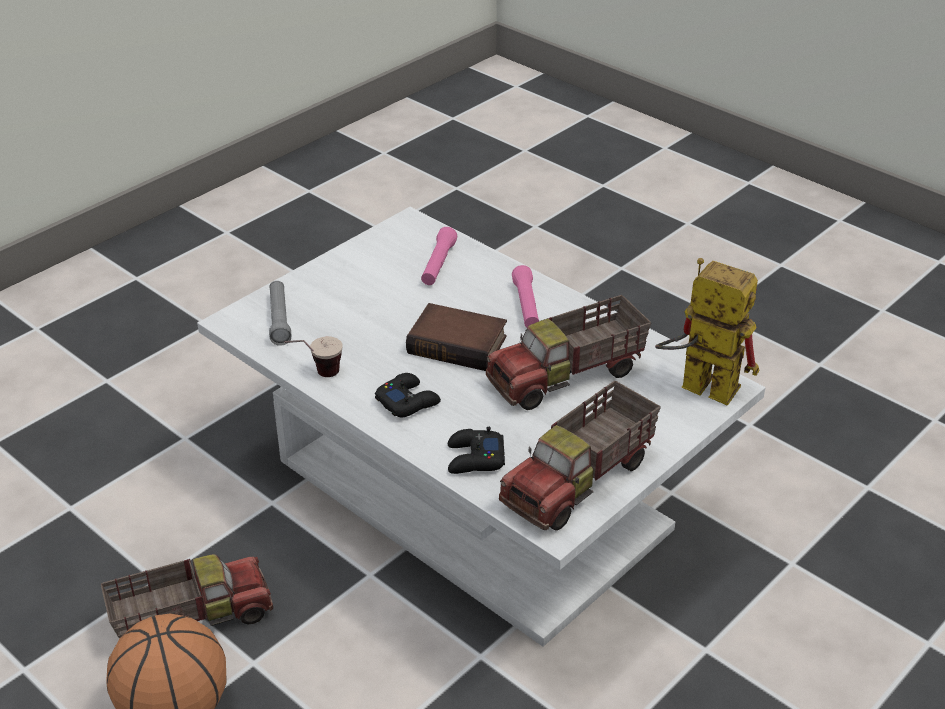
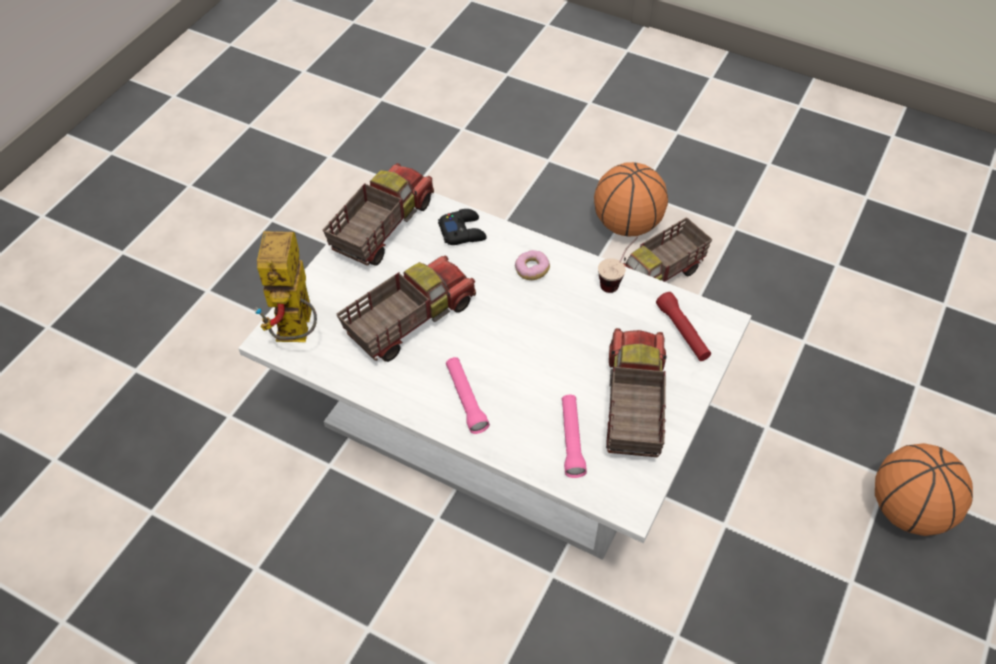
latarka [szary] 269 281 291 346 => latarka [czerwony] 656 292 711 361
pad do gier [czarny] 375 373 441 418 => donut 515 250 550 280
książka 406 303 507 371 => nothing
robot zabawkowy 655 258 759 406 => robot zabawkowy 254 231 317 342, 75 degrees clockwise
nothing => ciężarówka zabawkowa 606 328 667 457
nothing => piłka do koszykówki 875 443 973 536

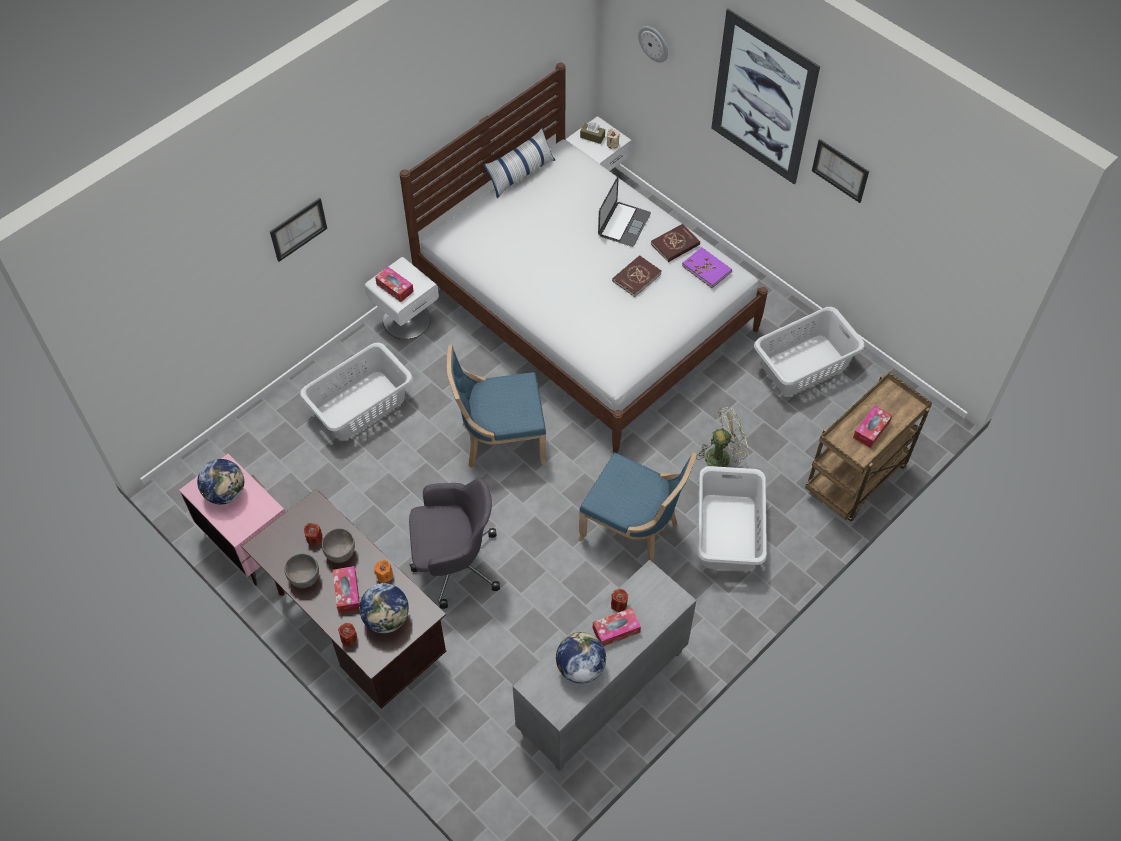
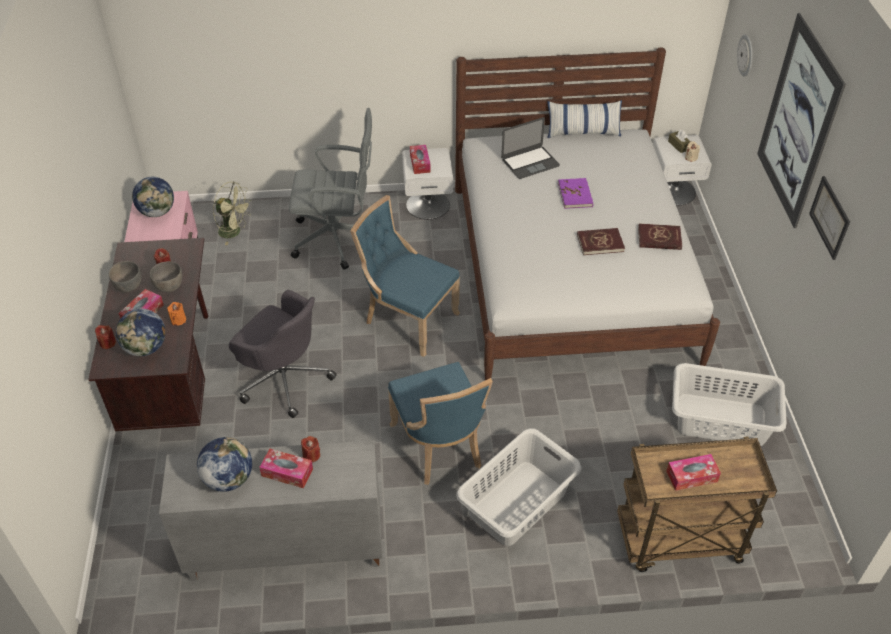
obraz 270 198 327 262 => nothing
kosz na pranie [szary] 300 343 413 440 => krzesło biurowe [szary] 289 108 372 270
laptop 598 177 651 247 => laptop 501 117 560 179, moved
książka [fioletowy] 682 247 732 288 => książka [fioletowy] 558 178 594 209, moved
wentylator [zielony] 696 407 749 467 => wentylator [zielony] 213 181 252 245, moved

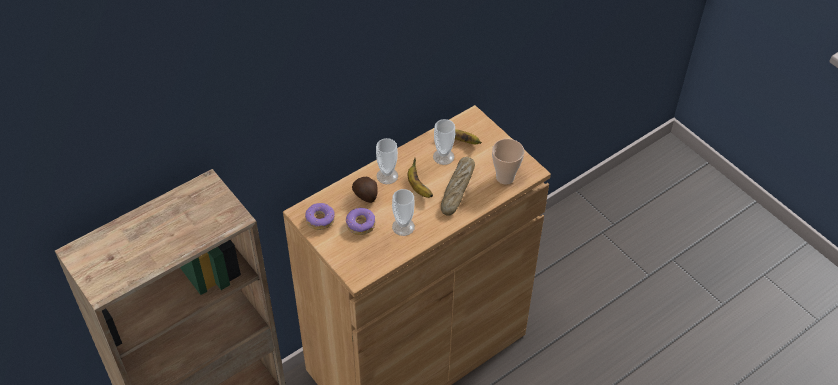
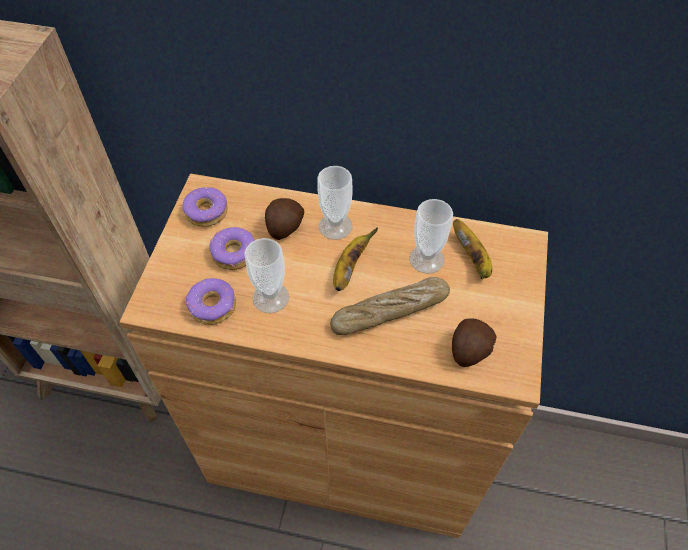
filiżanka 492 139 525 185 => ziemniak 452 318 496 367
nothing => donut 186 278 236 325

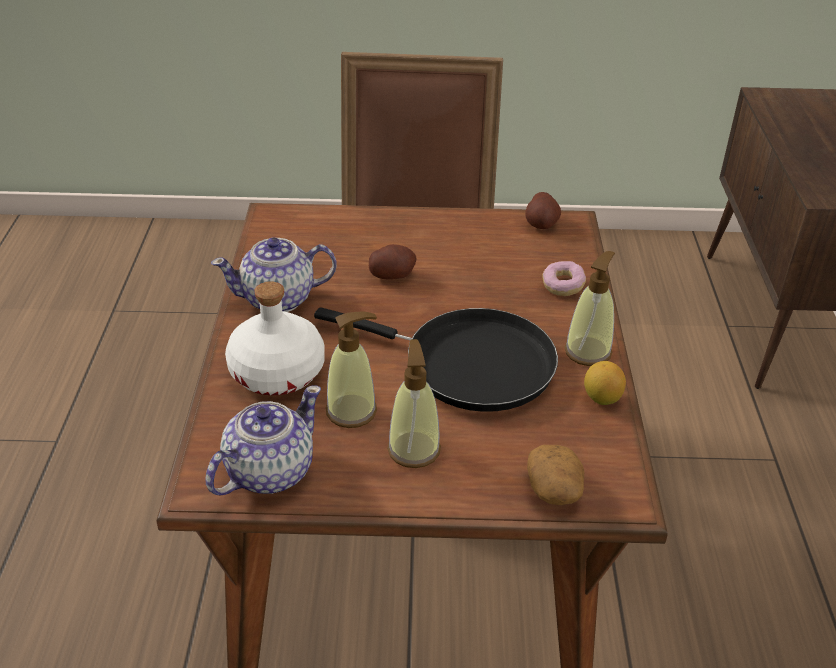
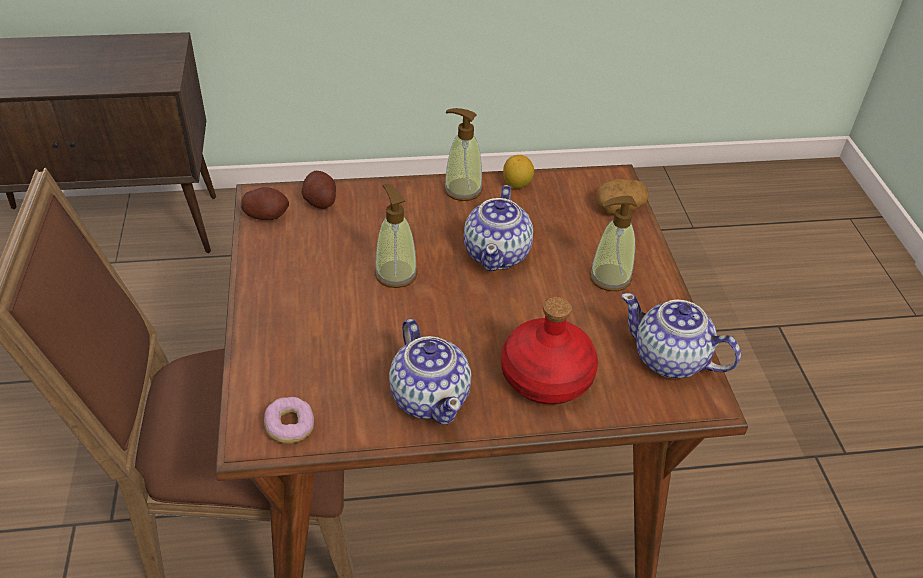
butelka [biały] 225 281 325 395 => butelka [czerwony] 501 297 598 404
patelnia [czarny] 314 307 558 412 => imbryk 464 185 533 271
dozownik mydła 326 311 377 428 => dozownik mydła 374 184 418 288, moved
ziemniak 369 244 417 280 => ziemniak 301 171 336 209, moved
donut 542 261 586 296 => donut 264 397 314 444, moved

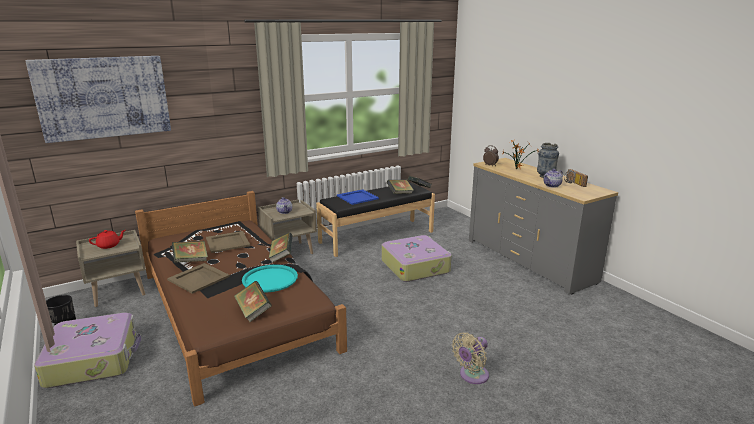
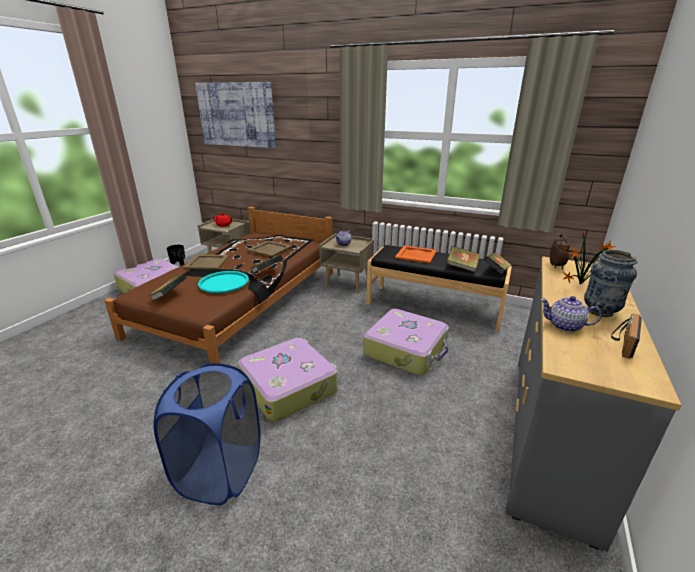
książka 172 241 208 263 => nothing
taca [niebieski] 337 189 379 205 => taca [pomarańczowy] 395 246 437 263
wentylator [beżowy] 452 333 489 384 => kosz na pranie [niebieski] 154 363 261 505
nothing => walizka 238 338 337 422

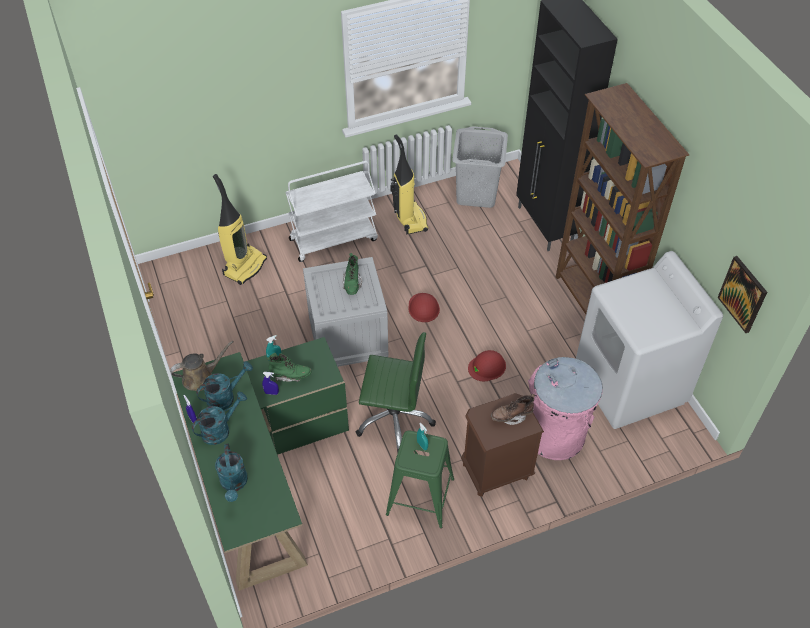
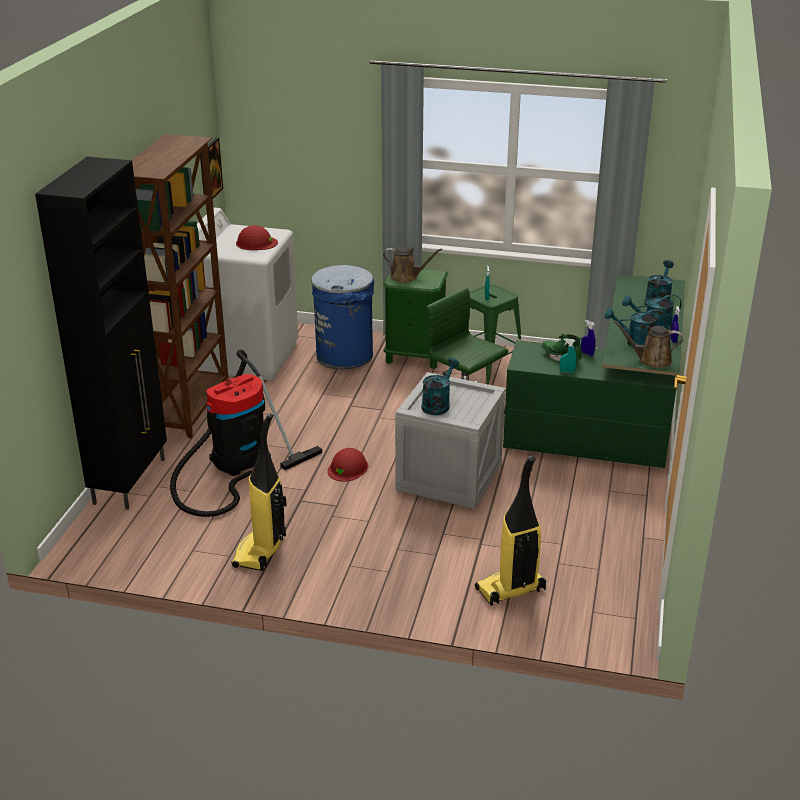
wózek [biały] 285 161 378 262 => nothing
but z cholewką [zielony] 343 253 362 295 => konewka [turkusowy] 422 358 459 415
kosz na pranie [szary] 452 126 508 208 => nothing
szafka nocna [brązowy] 461 393 544 497 => szafka nocna [zielony] 383 269 448 369
kask [czerwony] 468 350 506 381 => kask [czerwony] 236 225 278 250, moved
but z cholewką [brązowy] 491 394 535 425 => konewka [brązowy] 383 247 442 283
kosz na śmieci [różowy] 528 357 603 460 => kosz na śmieci [niebieski] 311 265 374 370
nothing => odkurzacz 170 350 322 517

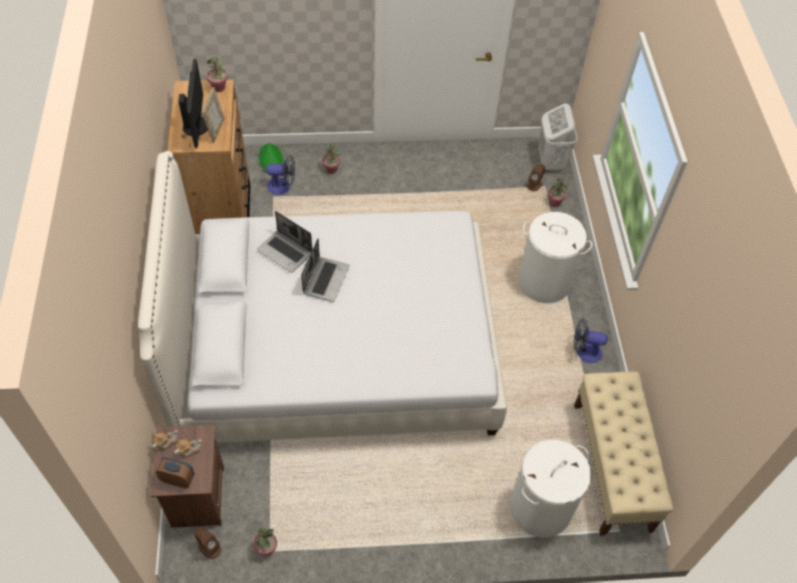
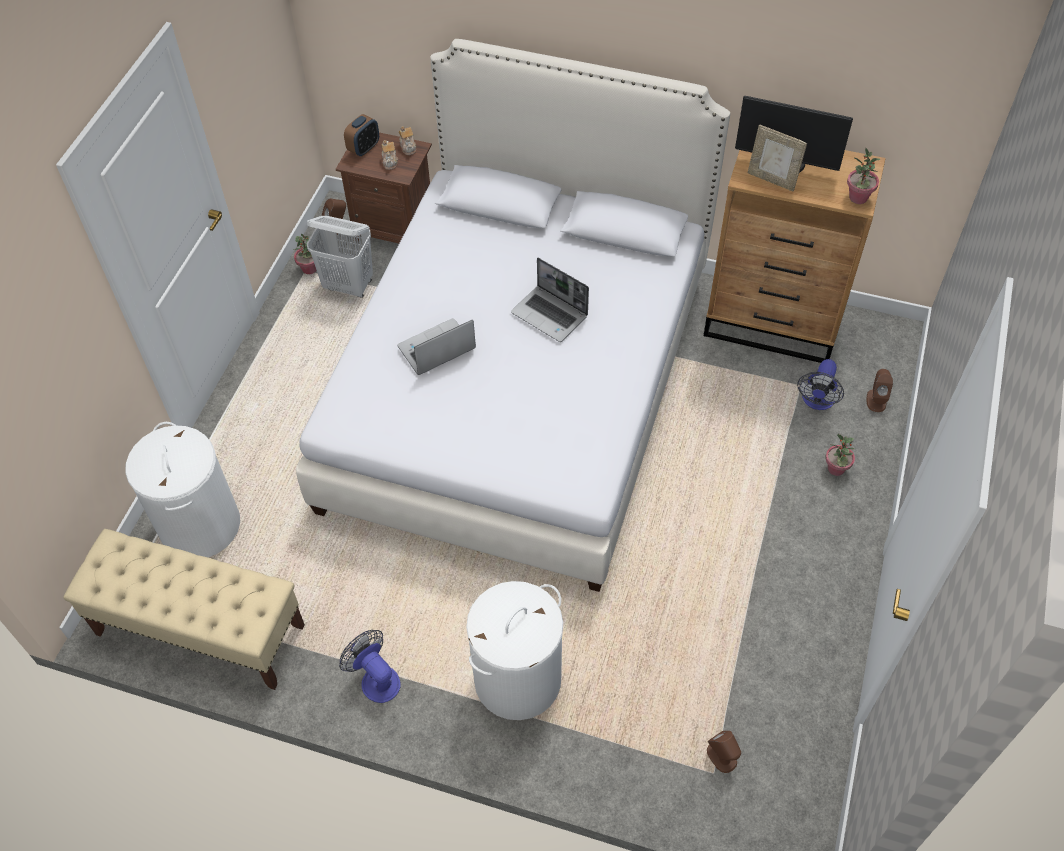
laptop 257 211 313 273 => laptop 397 318 476 375, moved
kapelusz [zielony] 259 143 284 172 => głośnik [brązowy] 867 369 893 412
kosz na pranie [biały] 538 104 578 171 => kosz na pranie [biały] 307 216 373 298, moved
roślina doniczkowa 548 178 568 207 => nothing
wentylator 574 319 608 363 => wentylator 339 630 401 703, 75 degrees counterclockwise

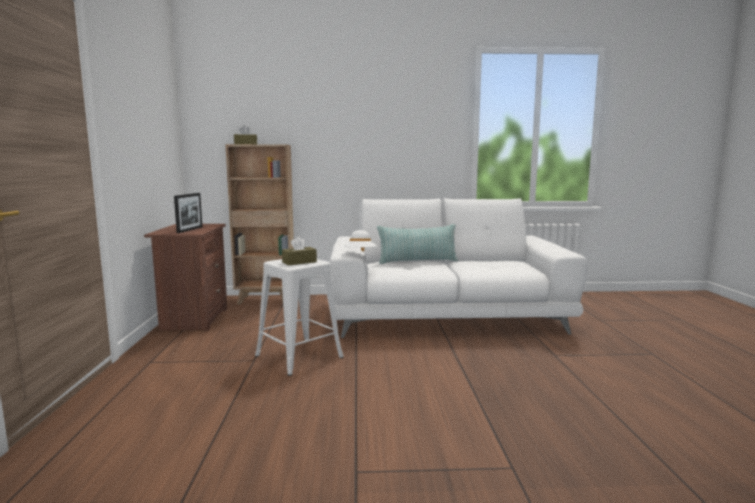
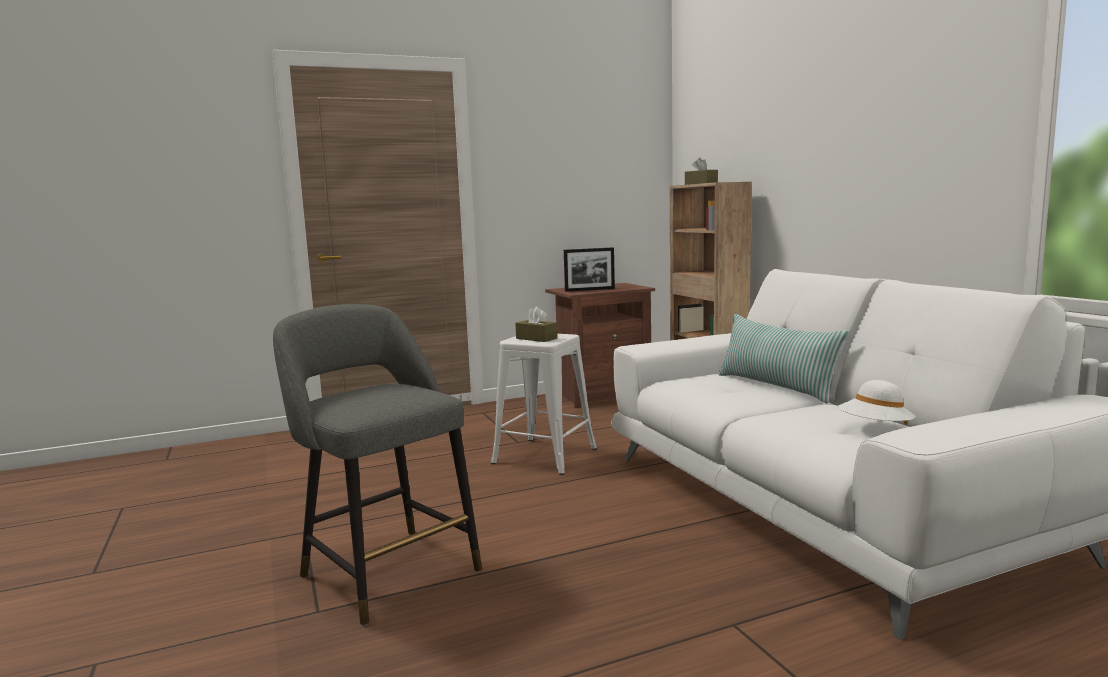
kapelusz [biały] 344 230 377 251 => kapelusz [biały] 838 380 916 425, moved
nothing => stołek [szary] 273 304 482 626

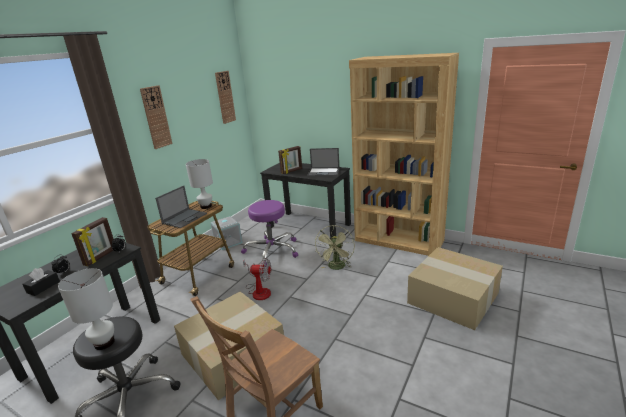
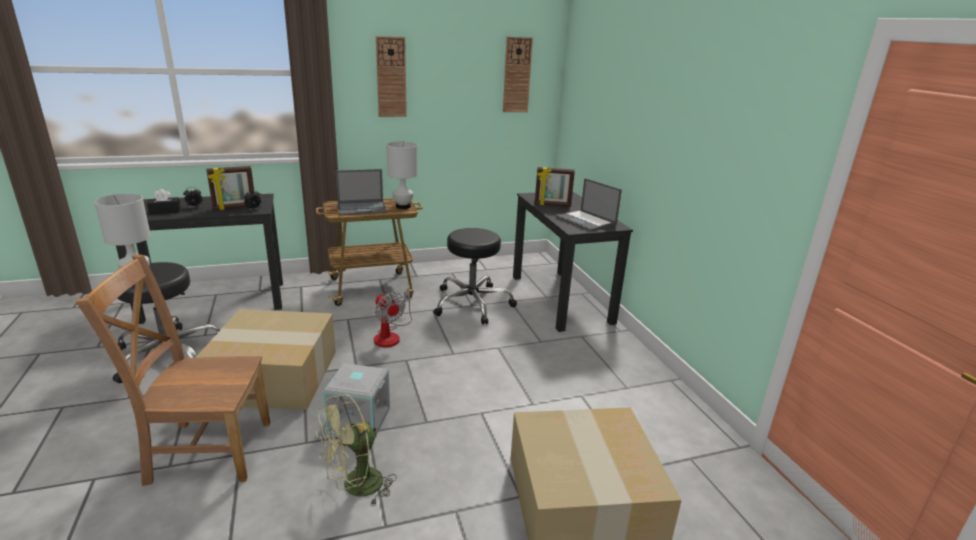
pojemnik do przechowywania [szary] 211 216 243 250 => pojemnik do przechowywania [szary] 323 363 390 435, moved
stołek [fioletowy] 241 200 298 267 => stołek [czarny] 433 228 517 324
wentylator [zielony] 315 225 355 270 => wentylator [zielony] 316 394 397 506, moved
regał [brązowy] 349 53 459 256 => nothing

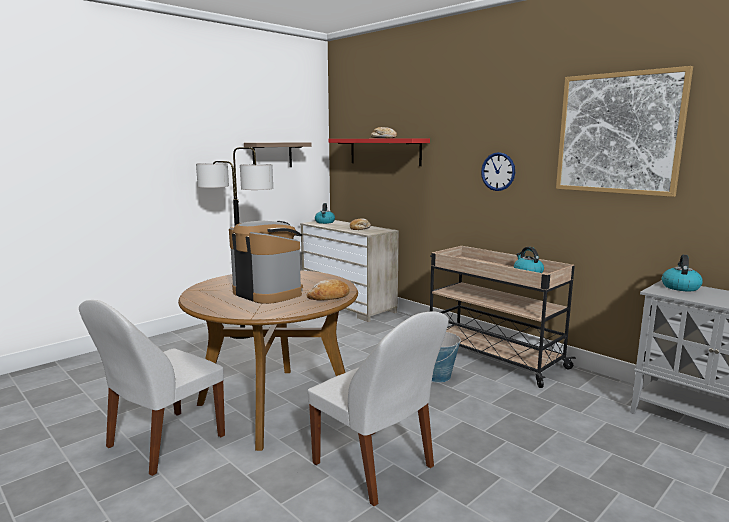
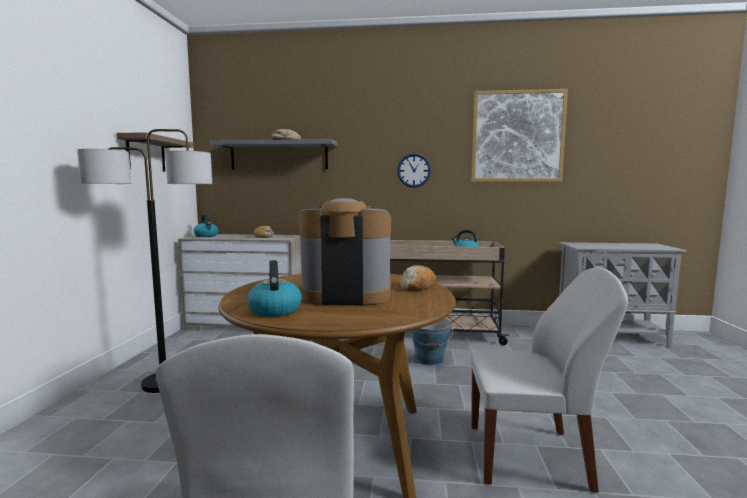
półka [czerwony] 328 138 430 166 => półka [szary] 209 139 337 170
czajnik 662 255 703 291 => czajnik 247 260 302 317, moved

